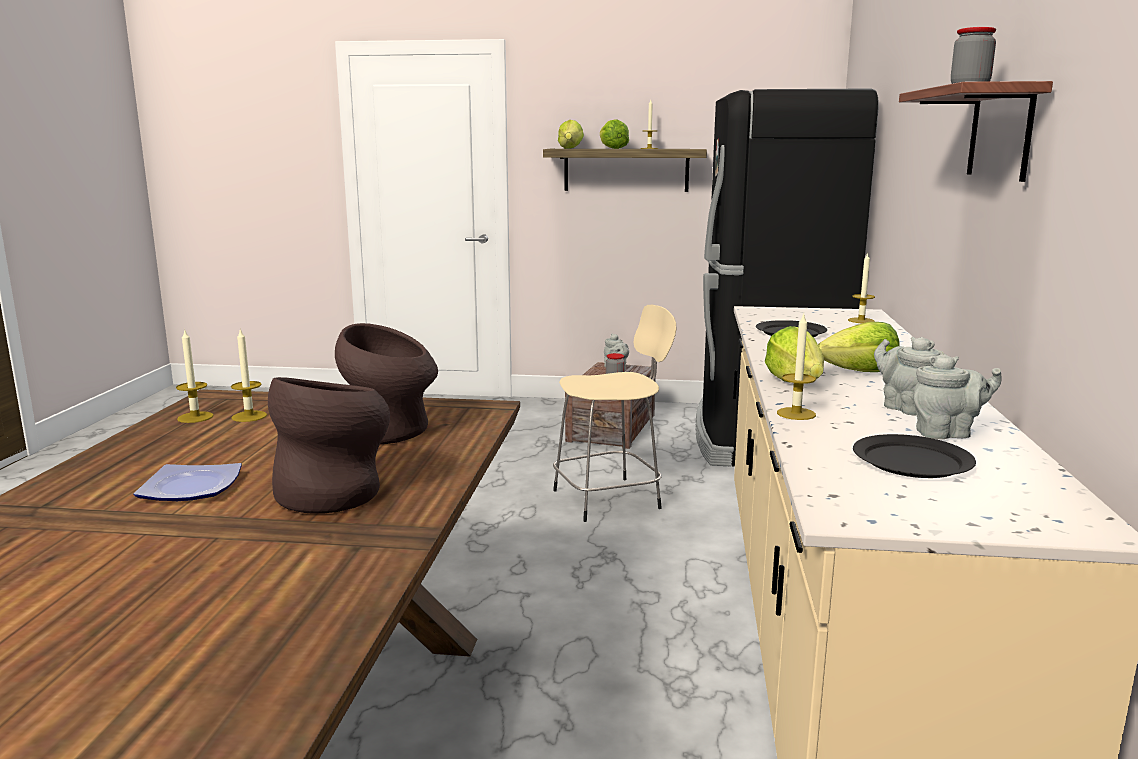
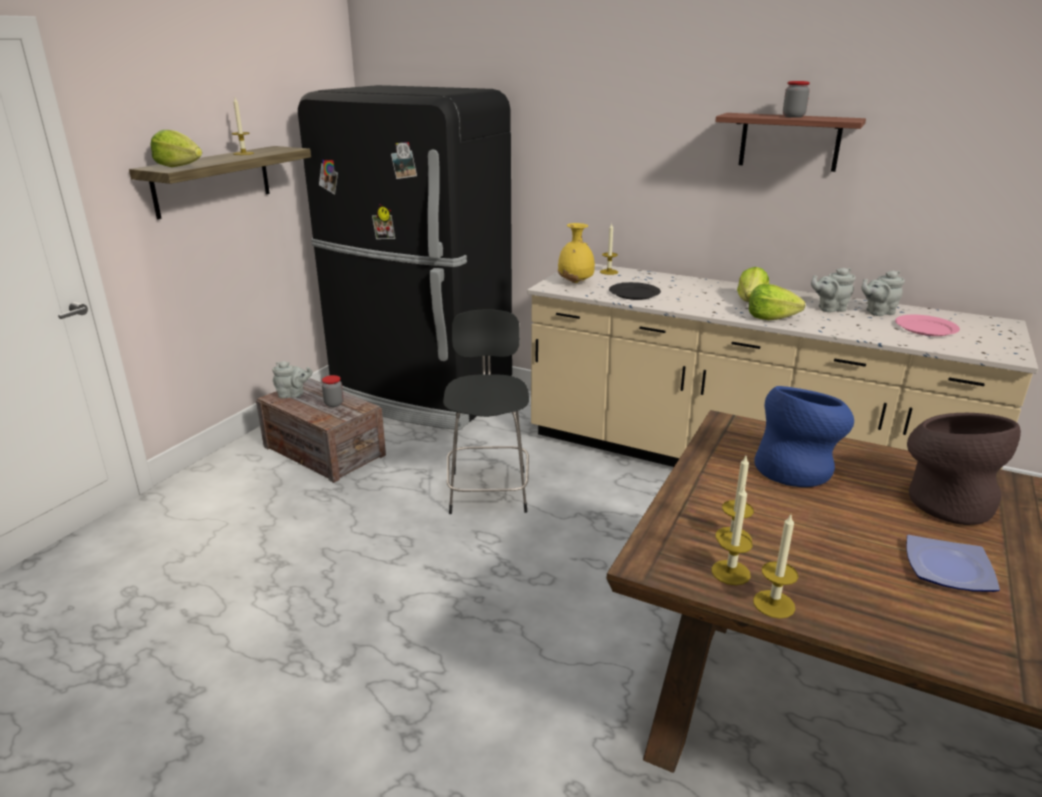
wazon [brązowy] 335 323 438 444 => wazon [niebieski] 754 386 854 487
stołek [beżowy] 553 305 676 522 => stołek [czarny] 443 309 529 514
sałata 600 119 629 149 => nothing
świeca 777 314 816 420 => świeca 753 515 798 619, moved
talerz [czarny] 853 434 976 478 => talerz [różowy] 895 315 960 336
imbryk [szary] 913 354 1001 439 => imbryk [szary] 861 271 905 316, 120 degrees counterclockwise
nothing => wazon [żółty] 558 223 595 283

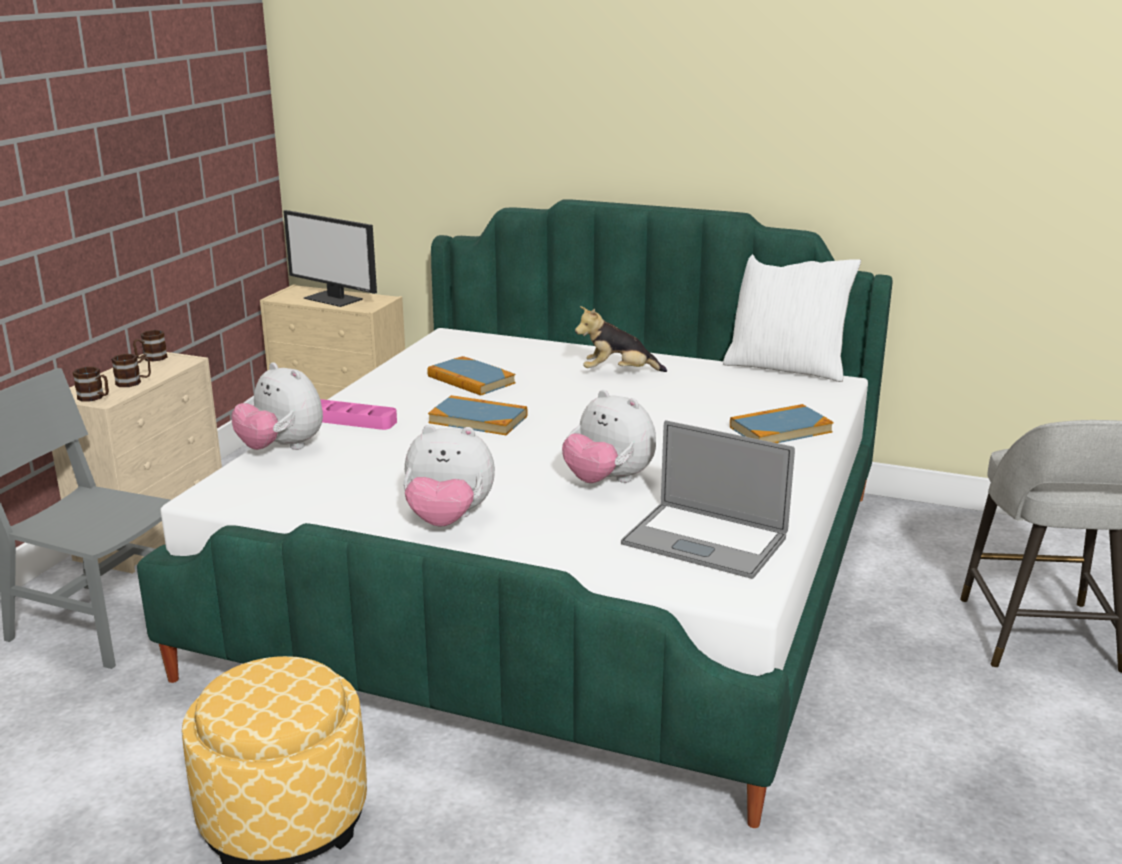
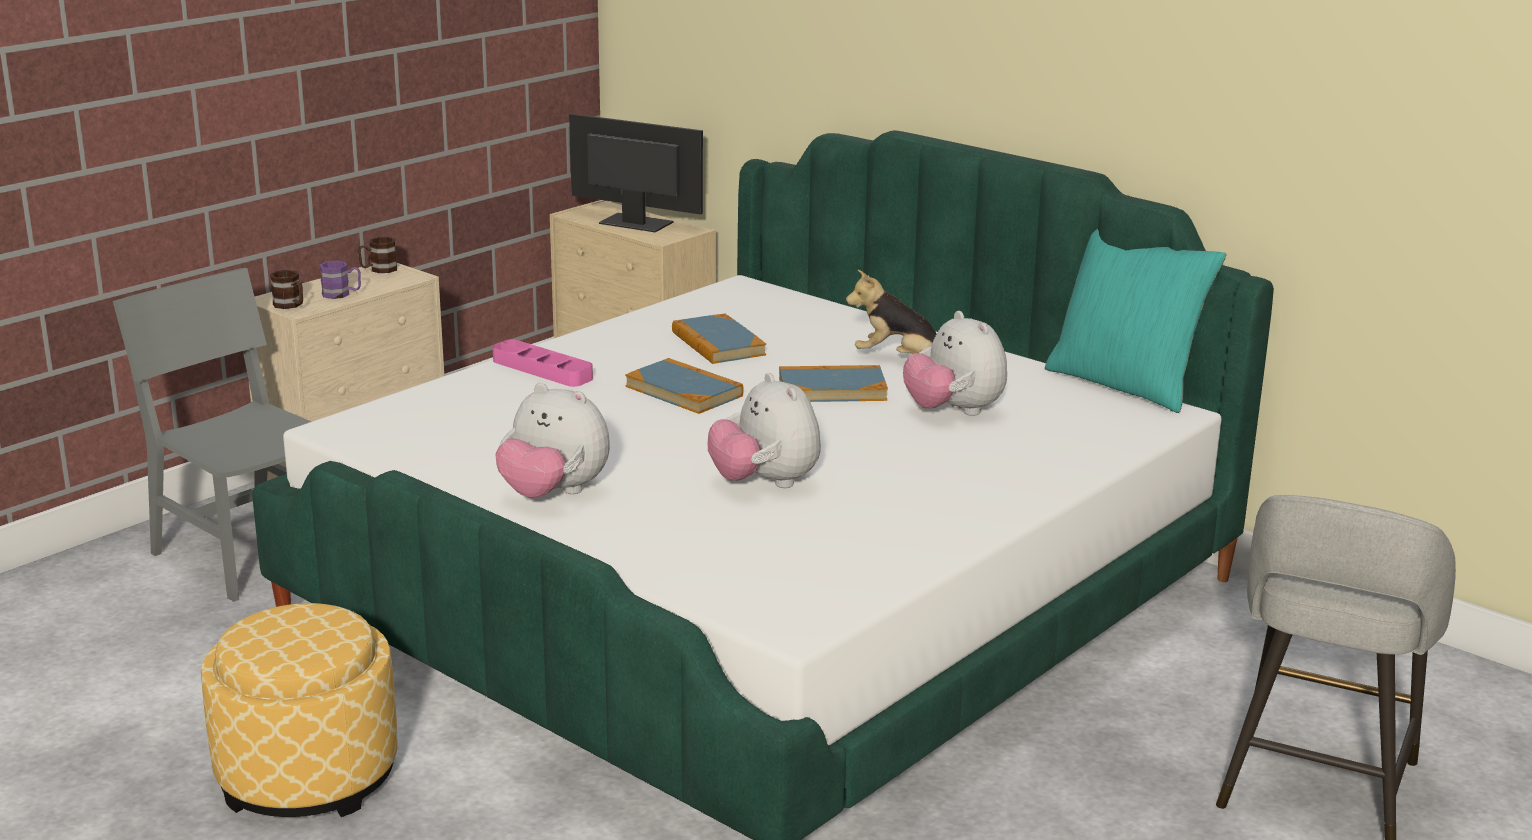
kubek [brązowy] 111 354 151 387 => kubek [fioletowy] 319 261 361 299
pluszak 231 362 323 450 => pluszak 903 311 1007 416, moved
monitor 283 210 377 307 => monitor 569 114 703 232, 150 degrees clockwise
laptop 621 420 795 579 => nothing
poduszka [biały] 723 254 861 382 => poduszka [turkusowy] 1045 229 1227 413
książka 730 404 833 443 => książka 779 365 888 402, moved

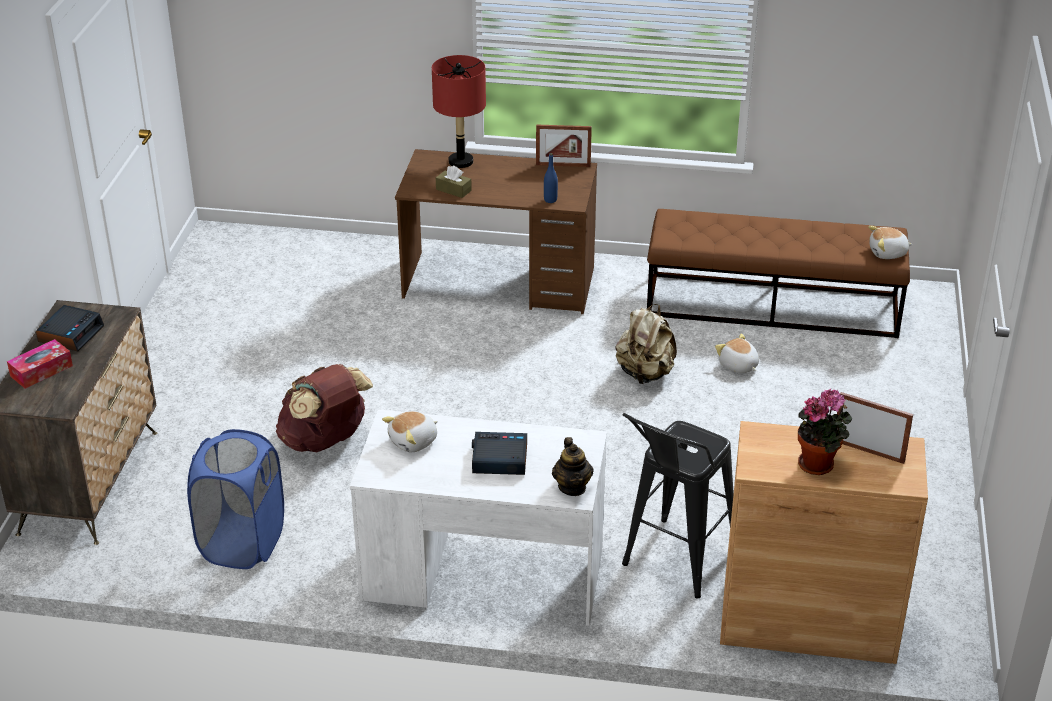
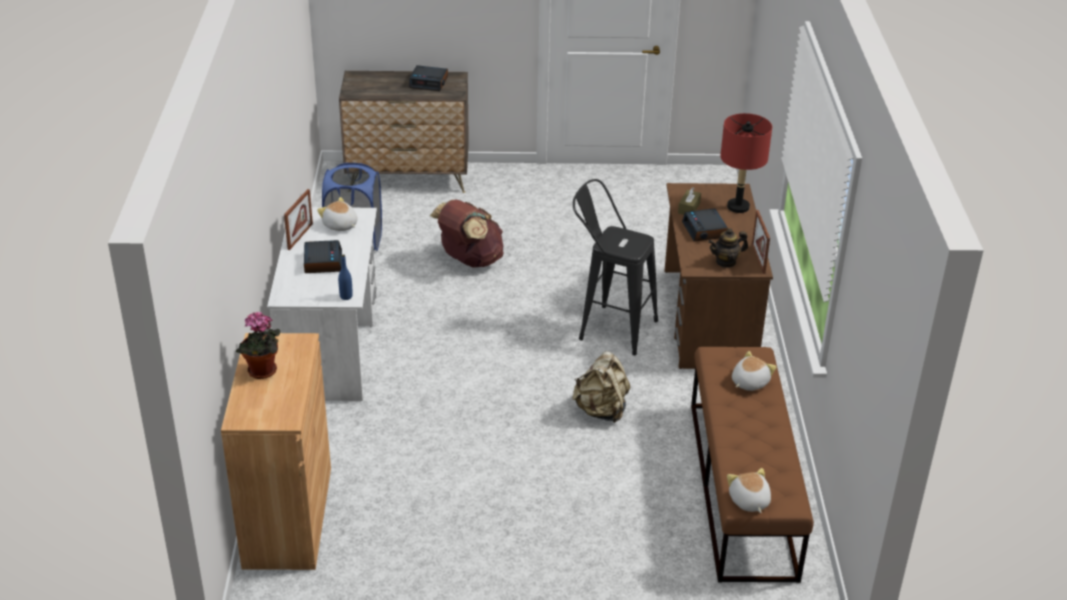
pudełko chusteczek 7 339 73 389 => nothing
butelka [niebieski] 544 153 558 203 => butelka [niebieski] 338 254 353 300, moved
imbryk 552 437 594 496 => imbryk 708 228 748 268, moved
stołek [czarny] 622 413 734 599 => stołek [czarny] 573 179 658 355, moved
pluszak 715 333 759 373 => pluszak 732 351 776 391, moved
ramka na zdjęcie 837 392 913 464 => ramka na zdjęcie 284 189 313 250, moved
nothing => budzik 682 208 728 242

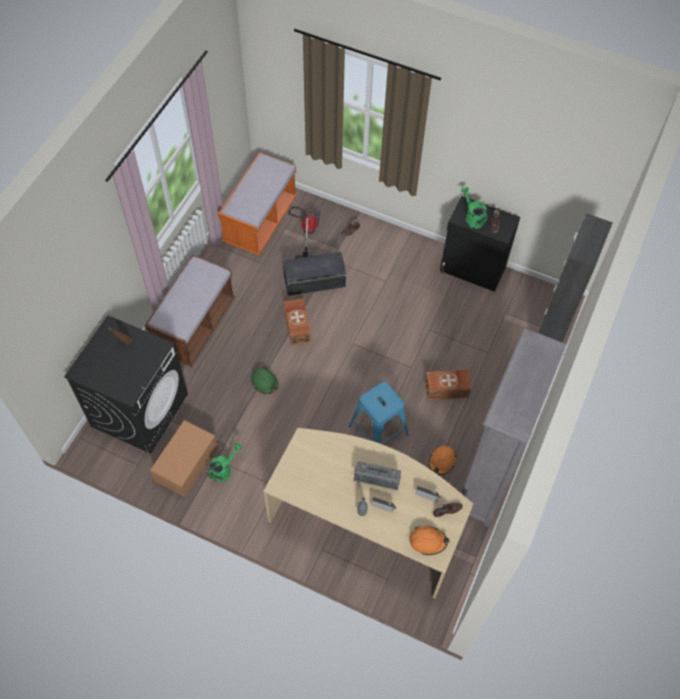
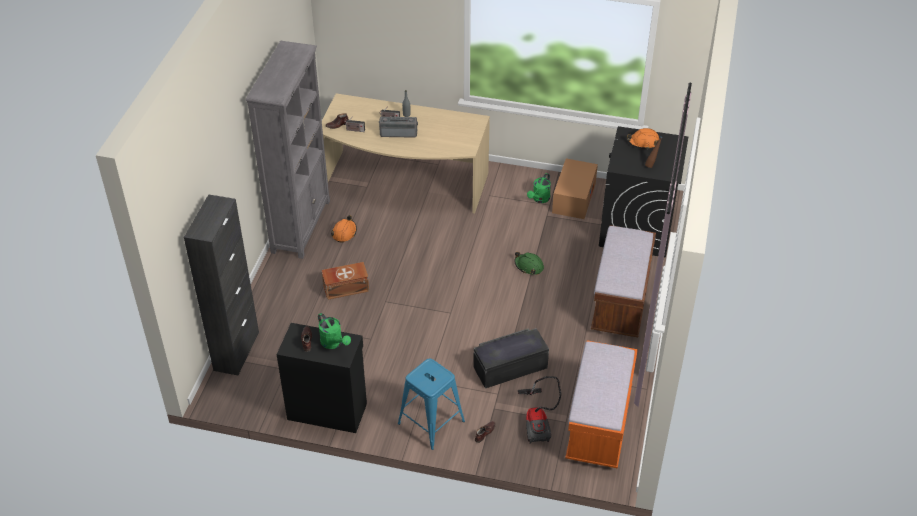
pojemnik do przechowywania [brązowy] 284 298 311 346 => nothing
stołek [niebieski] 349 382 409 444 => stołek [niebieski] 398 358 465 450, moved
kask [pomarańczowy] 409 526 449 555 => kask [pomarańczowy] 627 128 659 150, moved

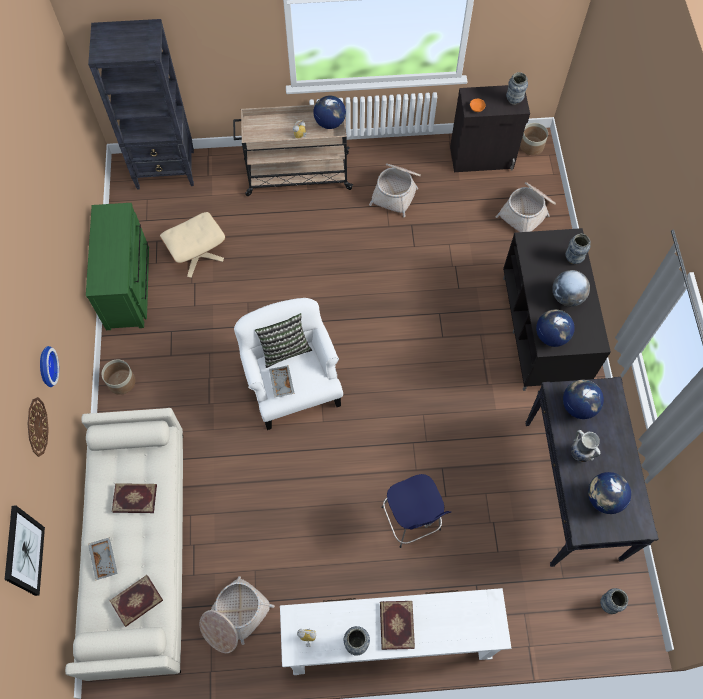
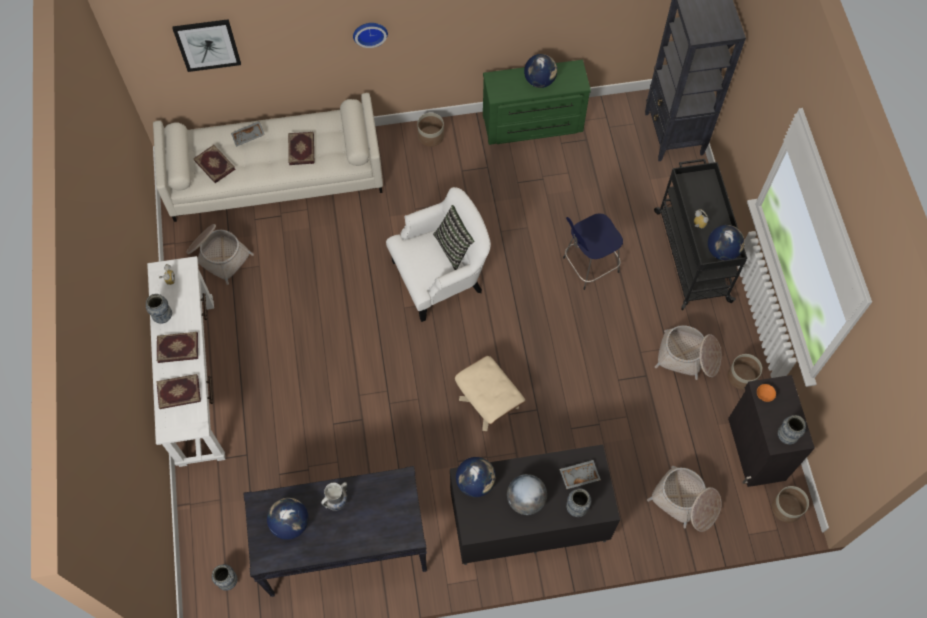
zegar ścienny 28 397 49 457 => nothing
pufa [beżowy] 159 212 225 278 => pufa [beżowy] 455 355 525 431, moved
wózek [beżowy] 233 105 353 196 => wózek [czarny] 654 159 747 310
taca [szary] 269 365 295 397 => taca [szary] 559 460 601 489, moved
stołek [niebieski] 381 474 451 548 => stołek [niebieski] 563 213 623 290, moved
globus 563 380 604 419 => globus 524 54 557 88, moved
nothing => książka 156 374 201 409
nothing => donica 728 354 762 390

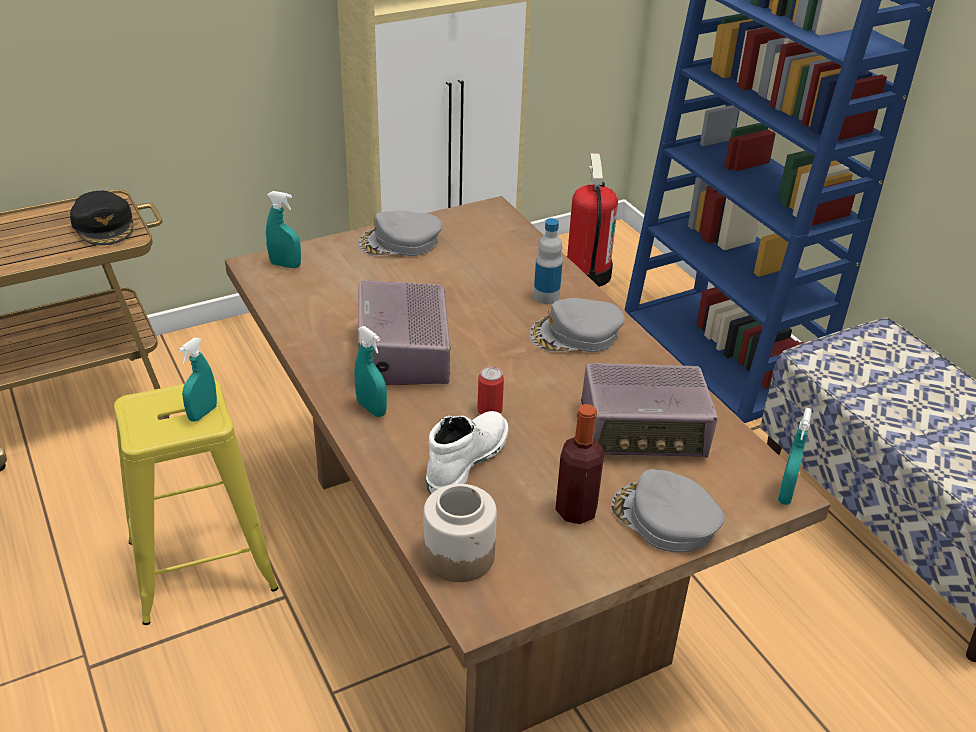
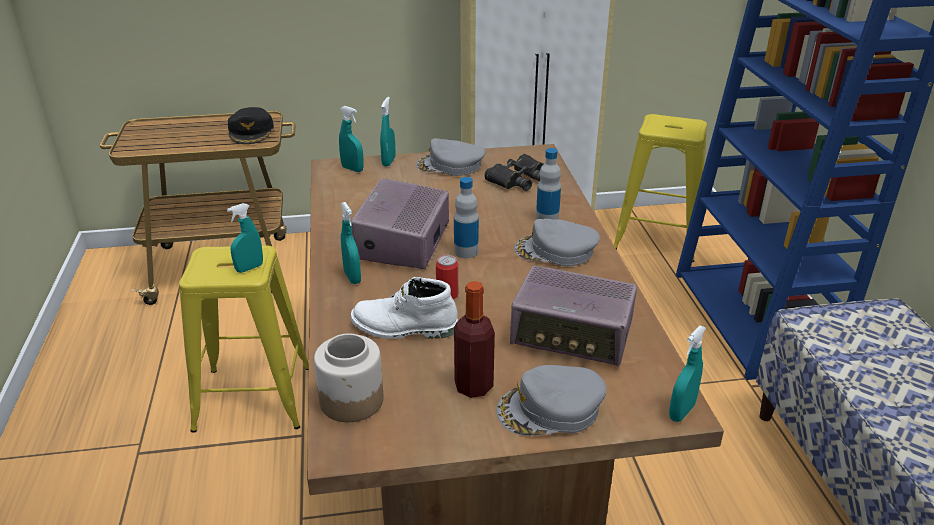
but z cholewką [biały] 426 411 509 494 => but z cholewką [biały] 351 277 458 339, 135 degrees counterclockwise
gaśnica 567 153 618 287 => stołek [żółty] 614 114 707 262
czapka z daszkiem [szary] 611 469 725 553 => czapka z daszkiem [szary] 496 365 607 436, 75 degrees counterclockwise
nothing => spryskiwacz [turkusowy] 380 97 395 167
nothing => butelka 454 177 479 258
nothing => lornetka [czarny] 484 154 544 191

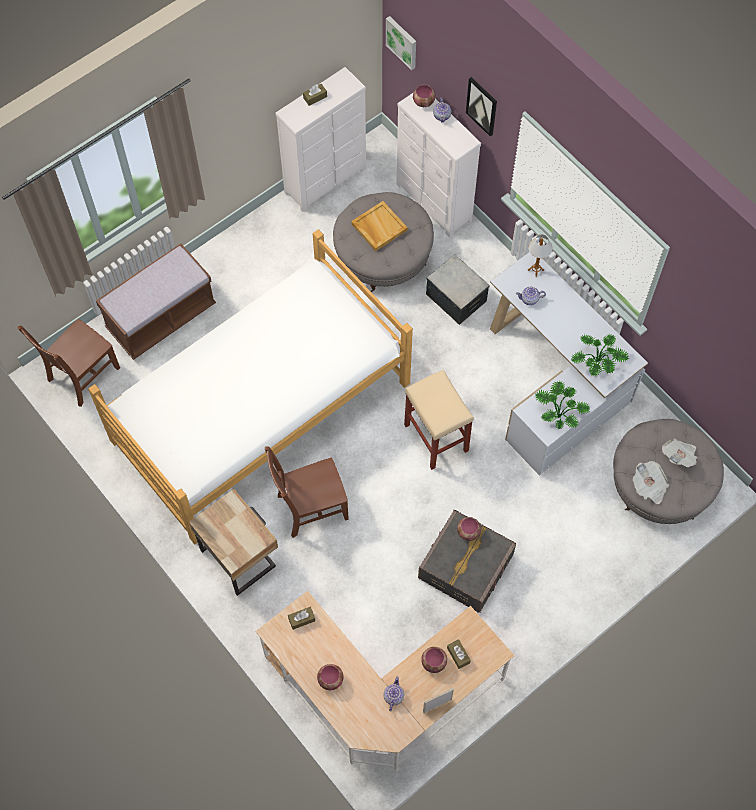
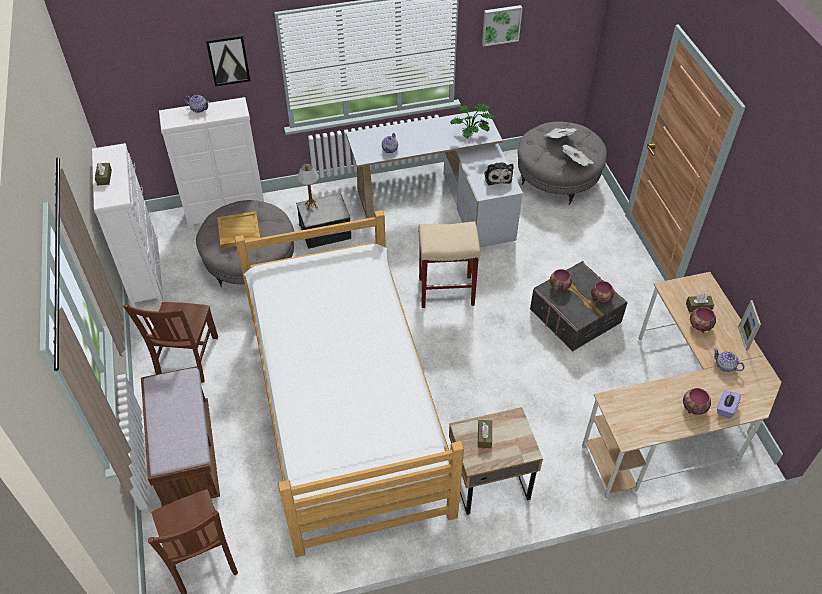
krzesło [brązowy] 265 446 349 538 => krzesło [brązowy] 123 302 218 383, moved
pudełko chusteczek [brązowy] 288 607 315 630 => pudełko chusteczek [brązowy] 478 420 492 448, moved
obraz 386 16 416 70 => obraz 482 5 523 47, moved
miska 413 85 435 107 => miska 591 281 614 304, moved
lampa stołowa 528 235 553 277 => lampa stołowa 297 164 319 210, moved
roślina doniczkowa 535 381 590 430 => pluszak 484 162 513 185
nothing => pudełko chusteczek [fioletowy] 717 390 741 419

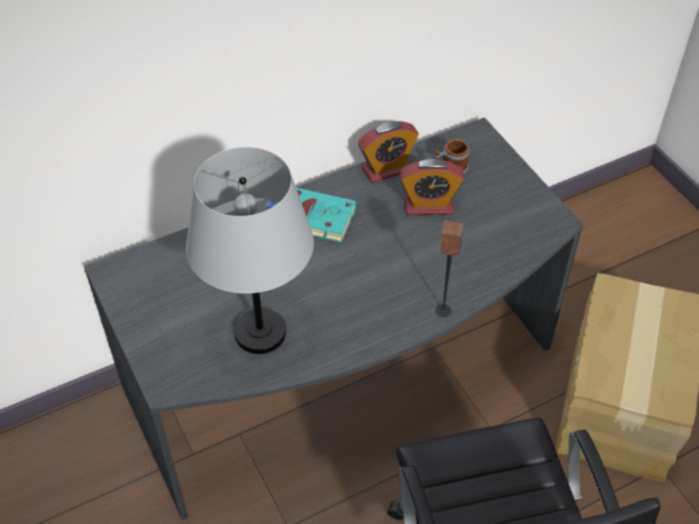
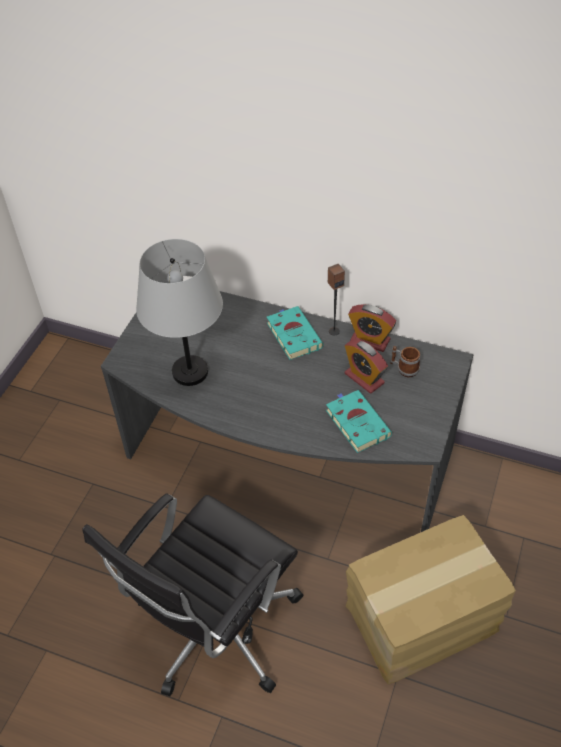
głośnik 435 220 464 317 => głośnik 328 264 345 336, moved
nothing => książka [turkusowy] 326 390 392 453

